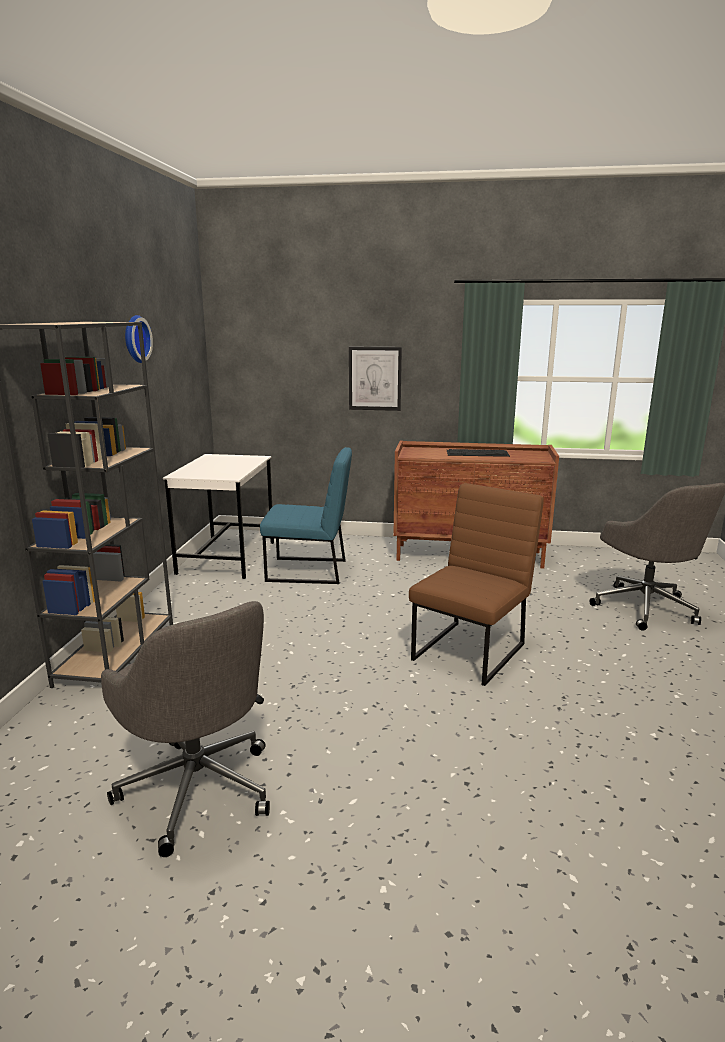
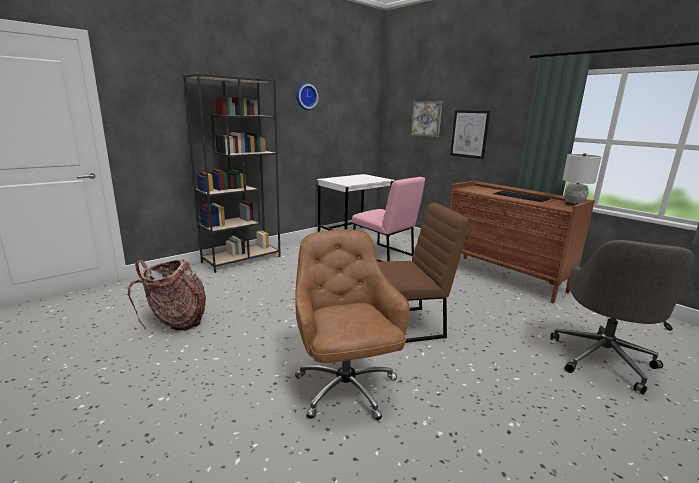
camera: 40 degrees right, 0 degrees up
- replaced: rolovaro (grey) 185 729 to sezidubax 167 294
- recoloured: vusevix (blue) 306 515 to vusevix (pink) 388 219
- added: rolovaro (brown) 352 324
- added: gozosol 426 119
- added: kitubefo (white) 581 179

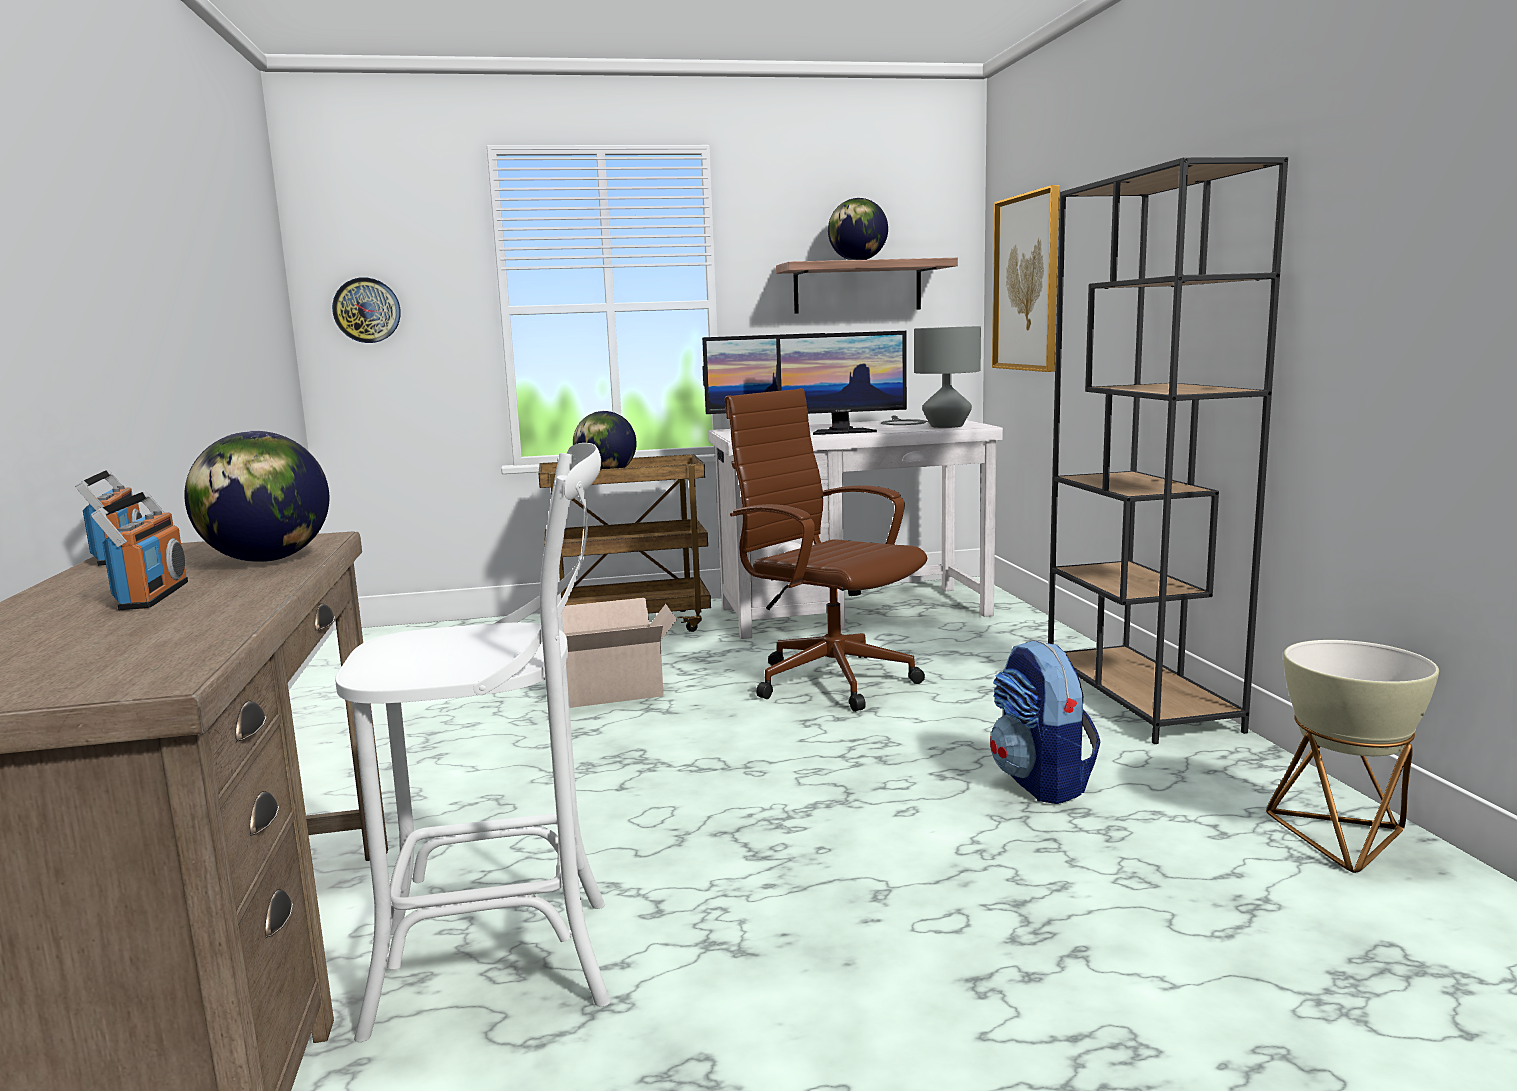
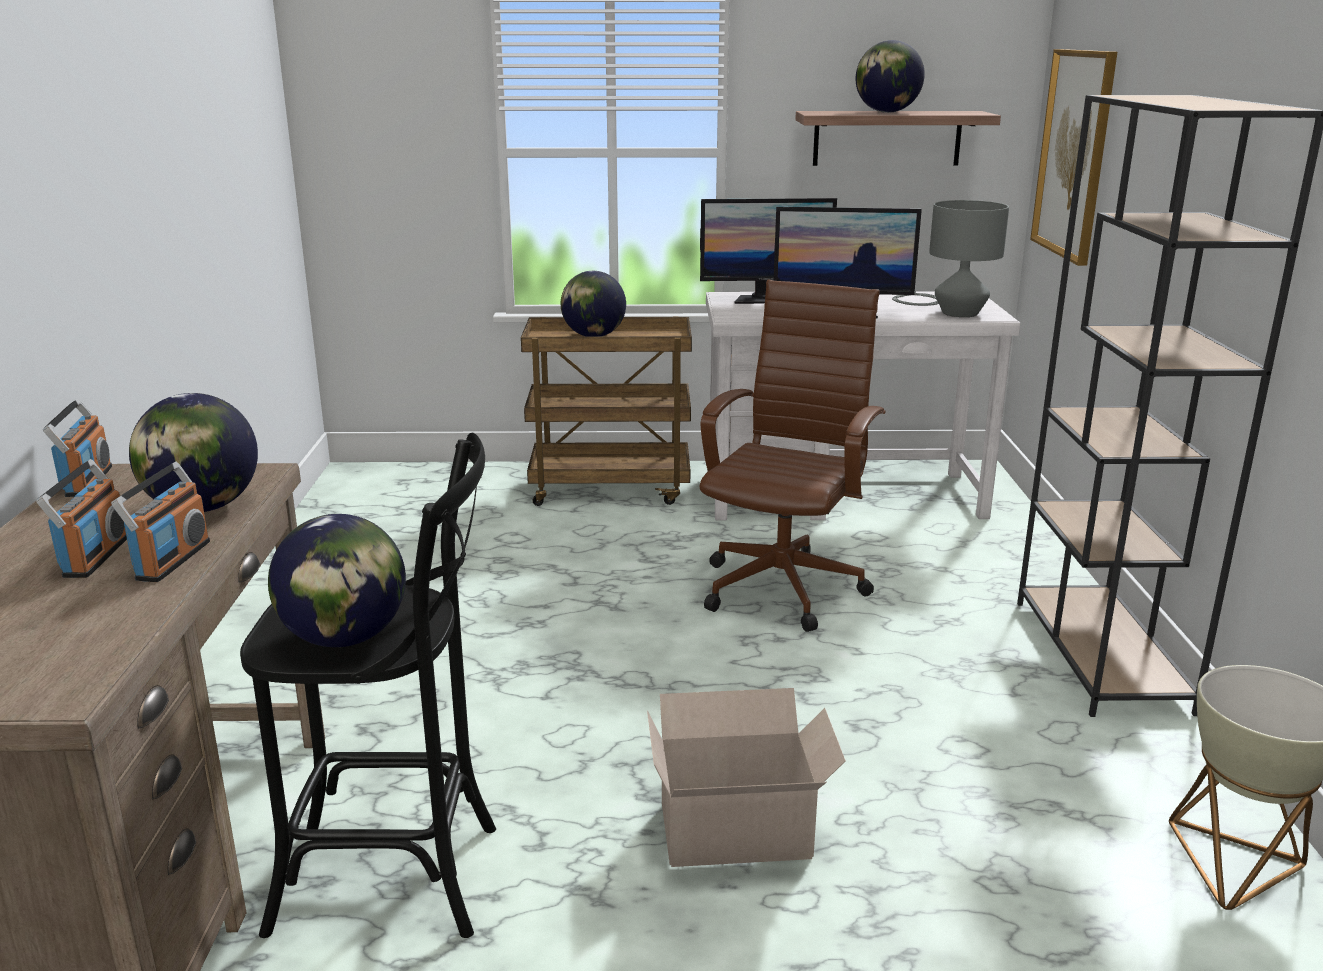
camera: 10 degrees right, 10 degrees up
- removed: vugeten 366 310
- recoloured: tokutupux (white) 473 742 to tokutupux (black) 368 685
- moved: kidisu 619 653 to 746 777
- turned: rolovaro (brown) 825 550 = 792 456 60 degrees clockwise
- removed: sezidubax 1045 722
- added: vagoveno 160 522
- added: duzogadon 337 580

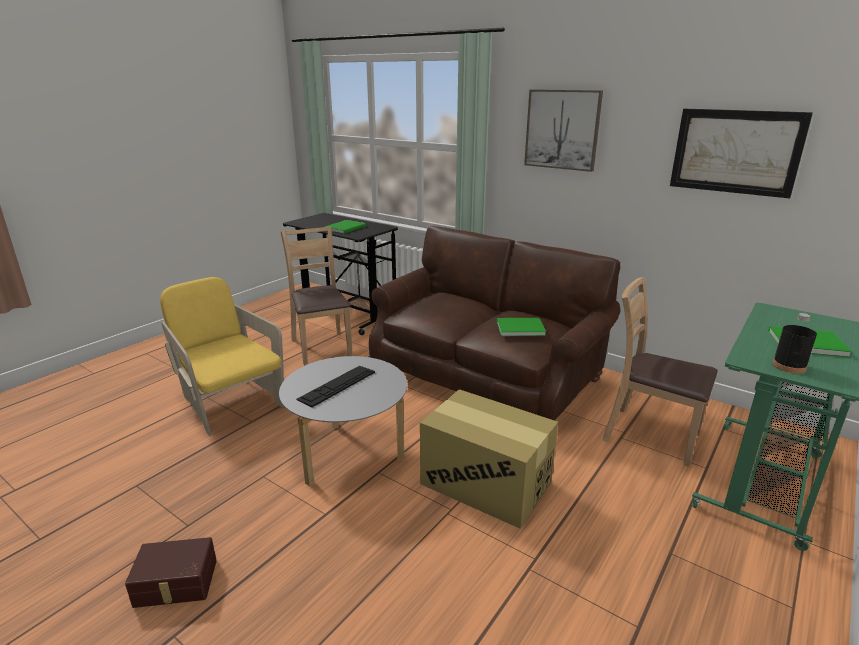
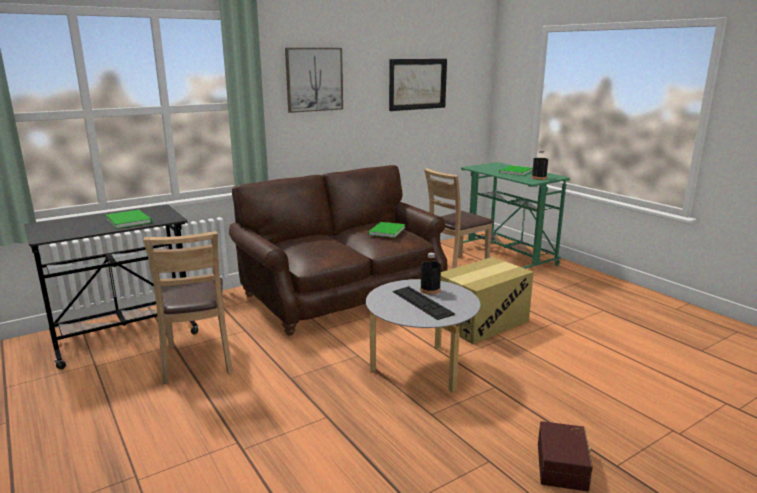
camera: 70 degrees left, 5 degrees down
- removed: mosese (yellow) 222 356
- turned: vusevix (brown) 317 296 = 188 307 105 degrees counterclockwise
- added: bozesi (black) 430 274

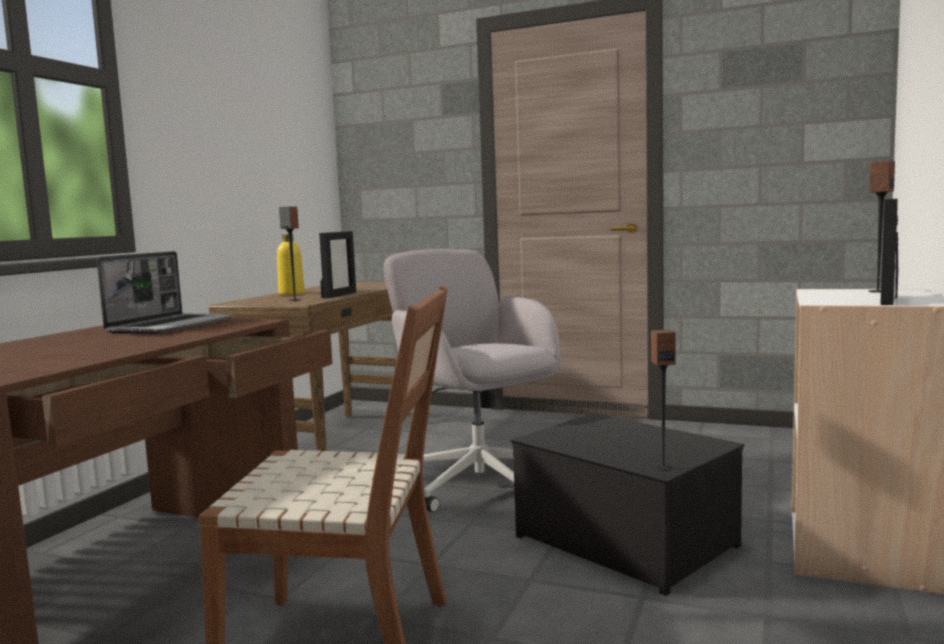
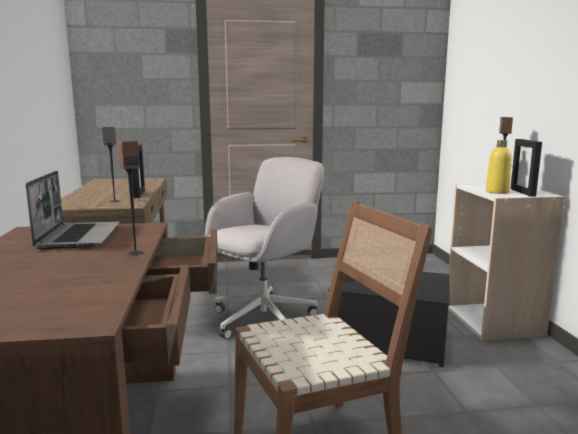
camera: 30 degrees left, 5 degrees up
- moved: bozesi (yellow) 291 264 to 499 167
- turned: rolovaro (grey) 472 380 = 264 248 105 degrees clockwise
- moved: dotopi 663 400 to 130 197

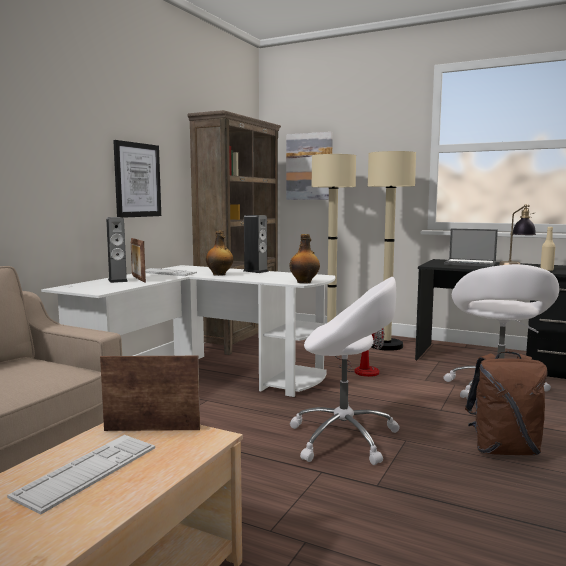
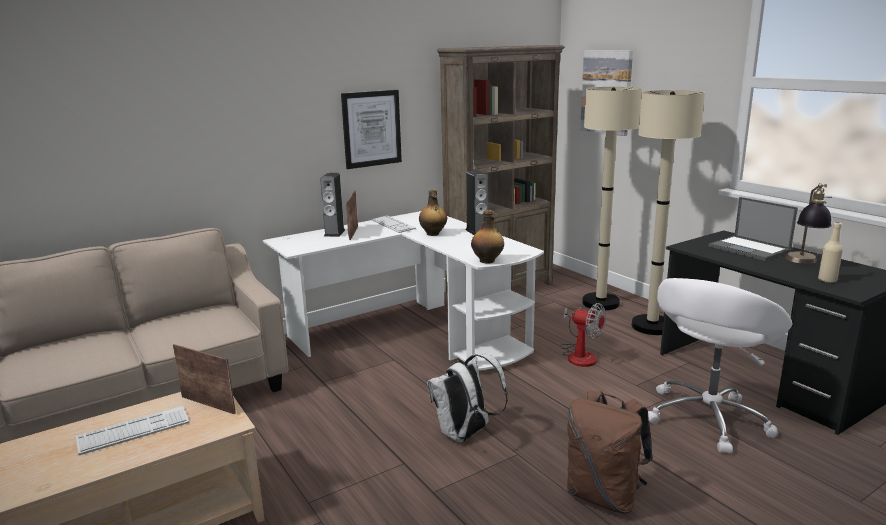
camera: 30 degrees right, 10 degrees up
- replaced: rolovaro (white) 345 371 to sezidubax (white) 467 397

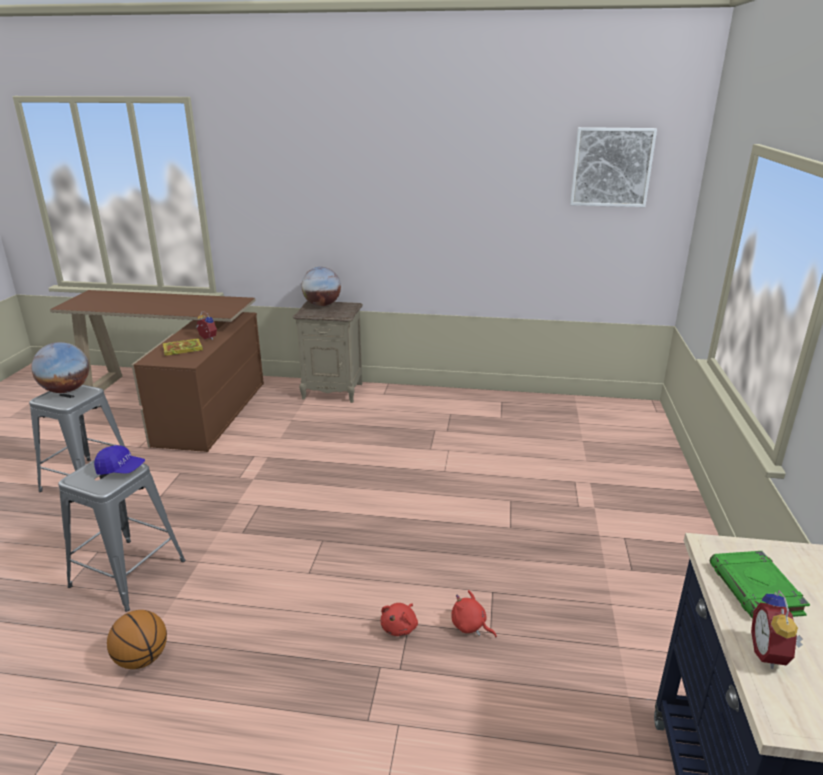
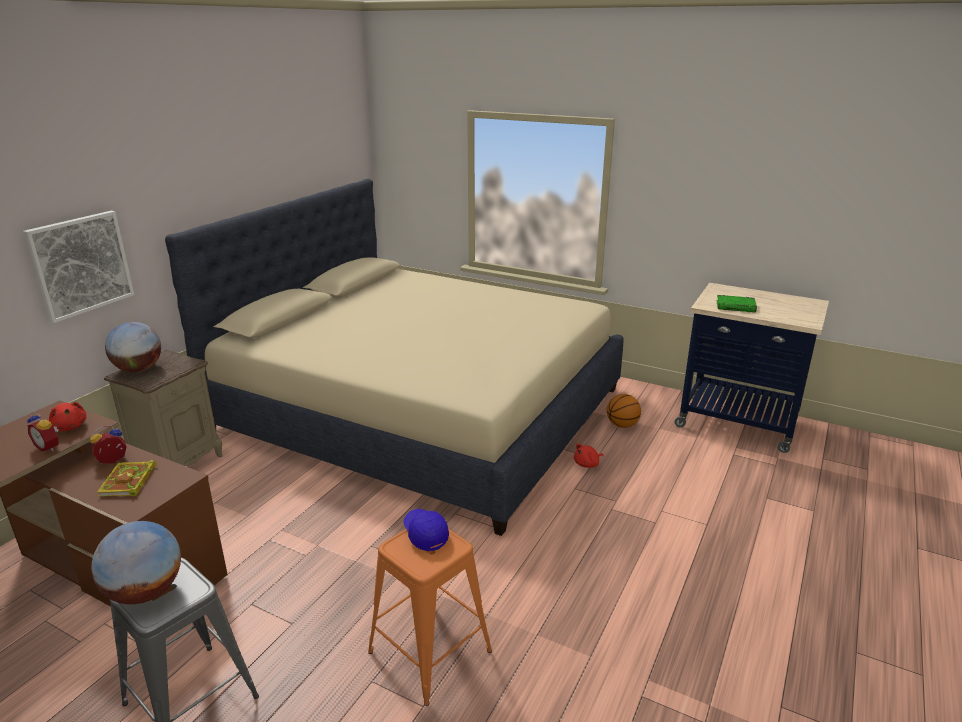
camera: 70 degrees left, 0 degrees up
- recoloured: tokutupux (grey) 121 535 to tokutupux (orange) 430 617
- turned: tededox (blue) 119 460 = 426 530 60 degrees counterclockwise
- moved: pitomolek 137 639 to 624 411
- moved: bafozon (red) 399 619 to 67 416
- moved: gozosol 613 167 to 79 267
- moved: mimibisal 777 629 to 43 432
- added: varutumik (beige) 394 357

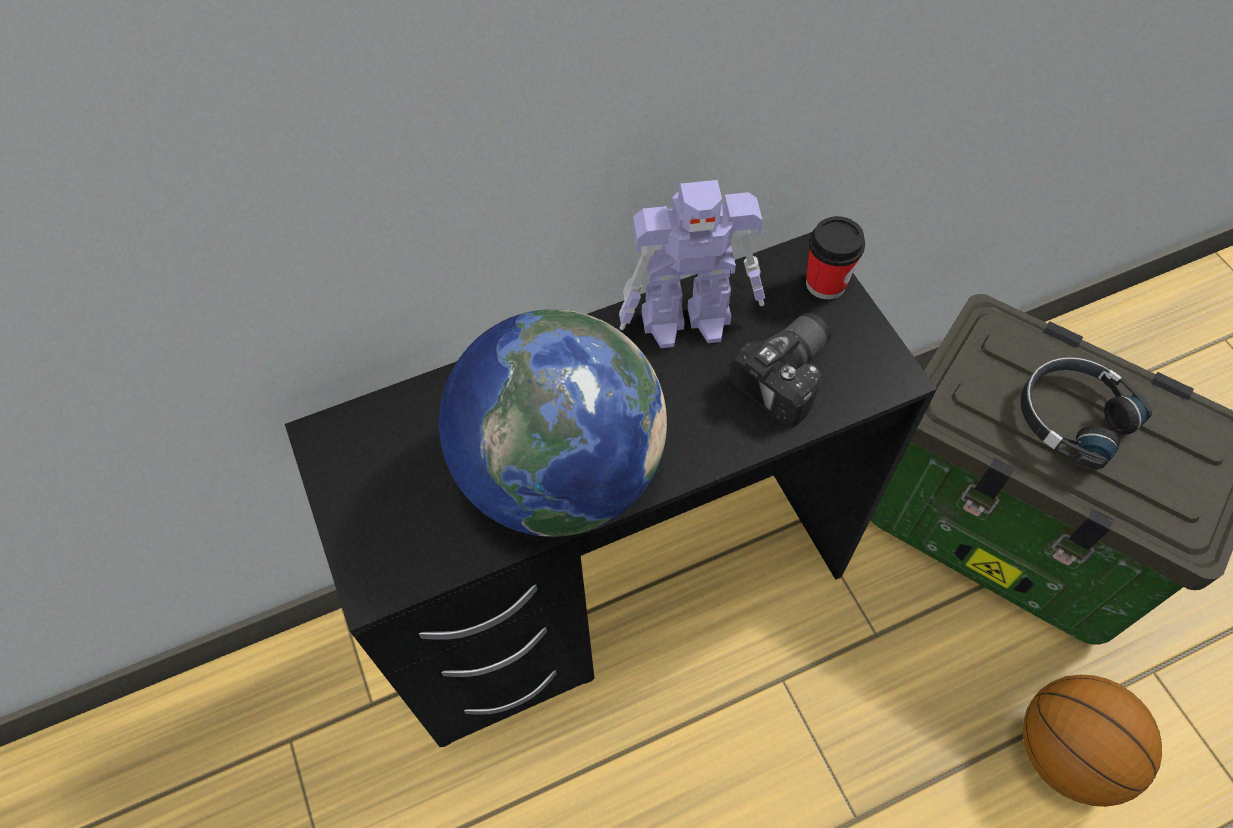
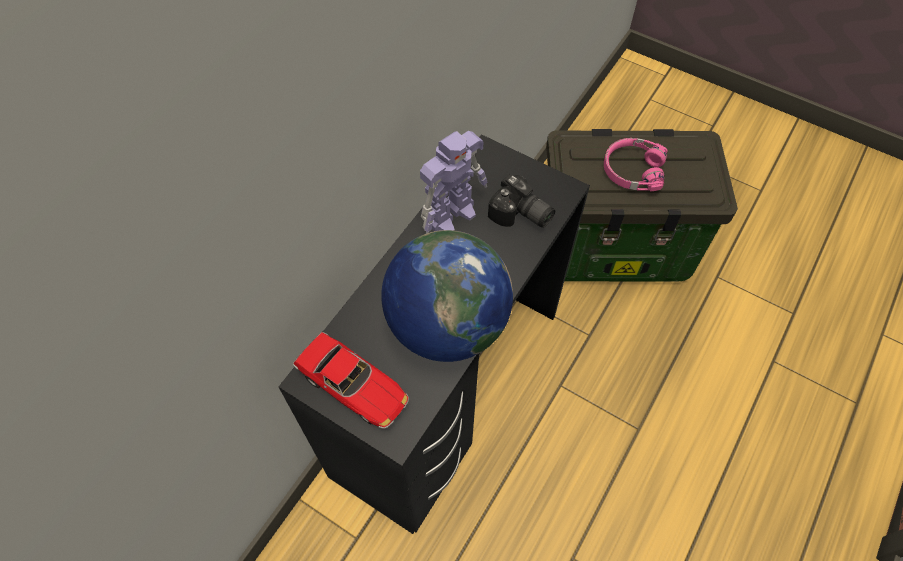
camera: 35 degrees left, 0 degrees up
- turned: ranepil 779 369 = 521 201 120 degrees clockwise
- removed: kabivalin 835 258
- recoloured: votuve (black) 1087 413 to votuve (pink) 636 164
- removed: pitomolek 1092 741
- added: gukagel 350 380

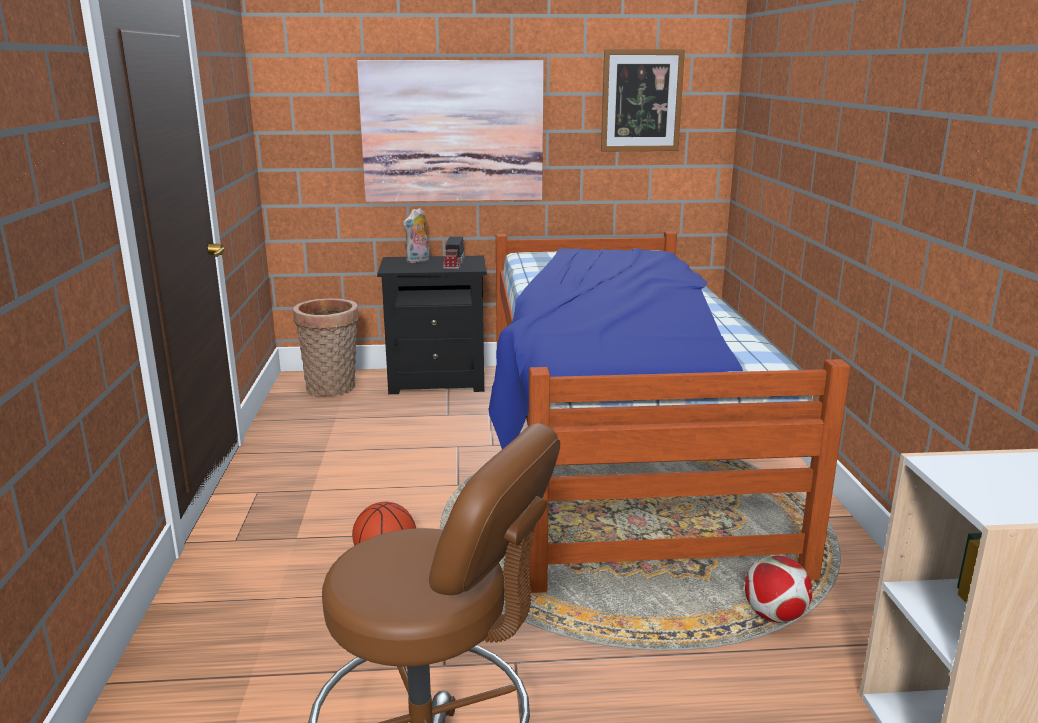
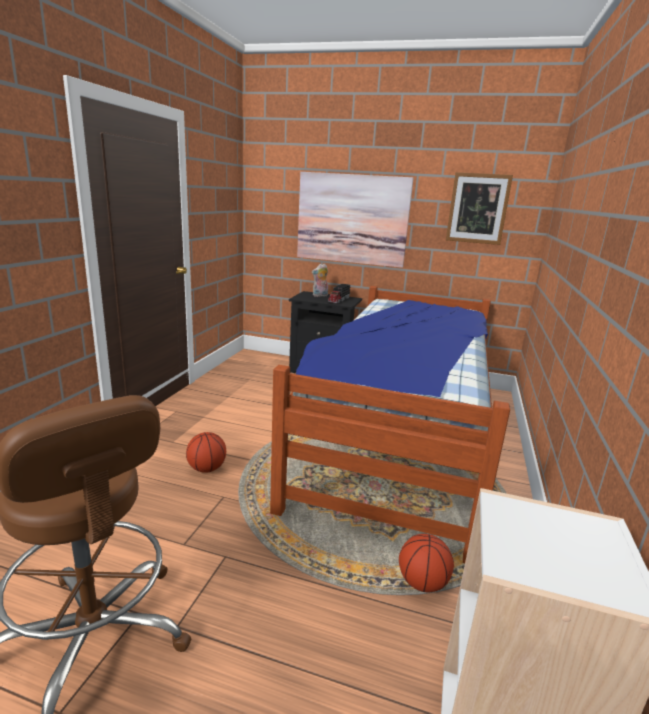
camera: 20 degrees right, 0 degrees up
- removed: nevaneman 326 347
- replaced: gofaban 778 589 to pitomolek 426 563

